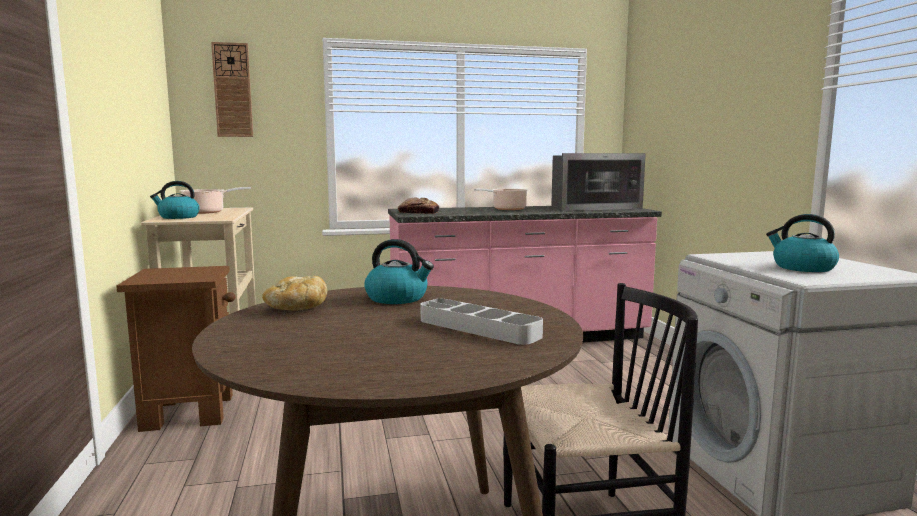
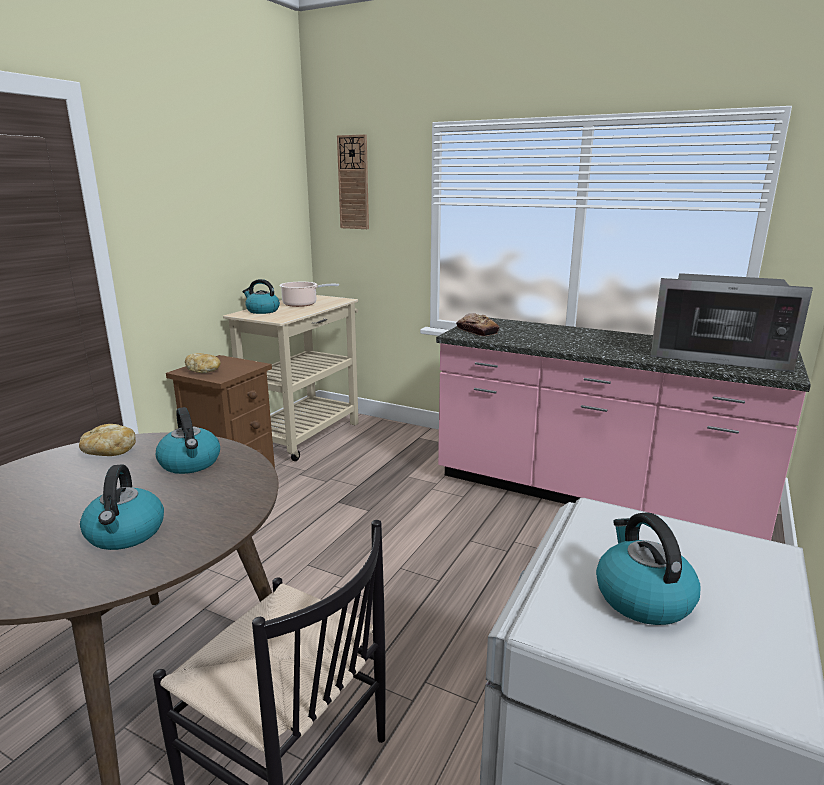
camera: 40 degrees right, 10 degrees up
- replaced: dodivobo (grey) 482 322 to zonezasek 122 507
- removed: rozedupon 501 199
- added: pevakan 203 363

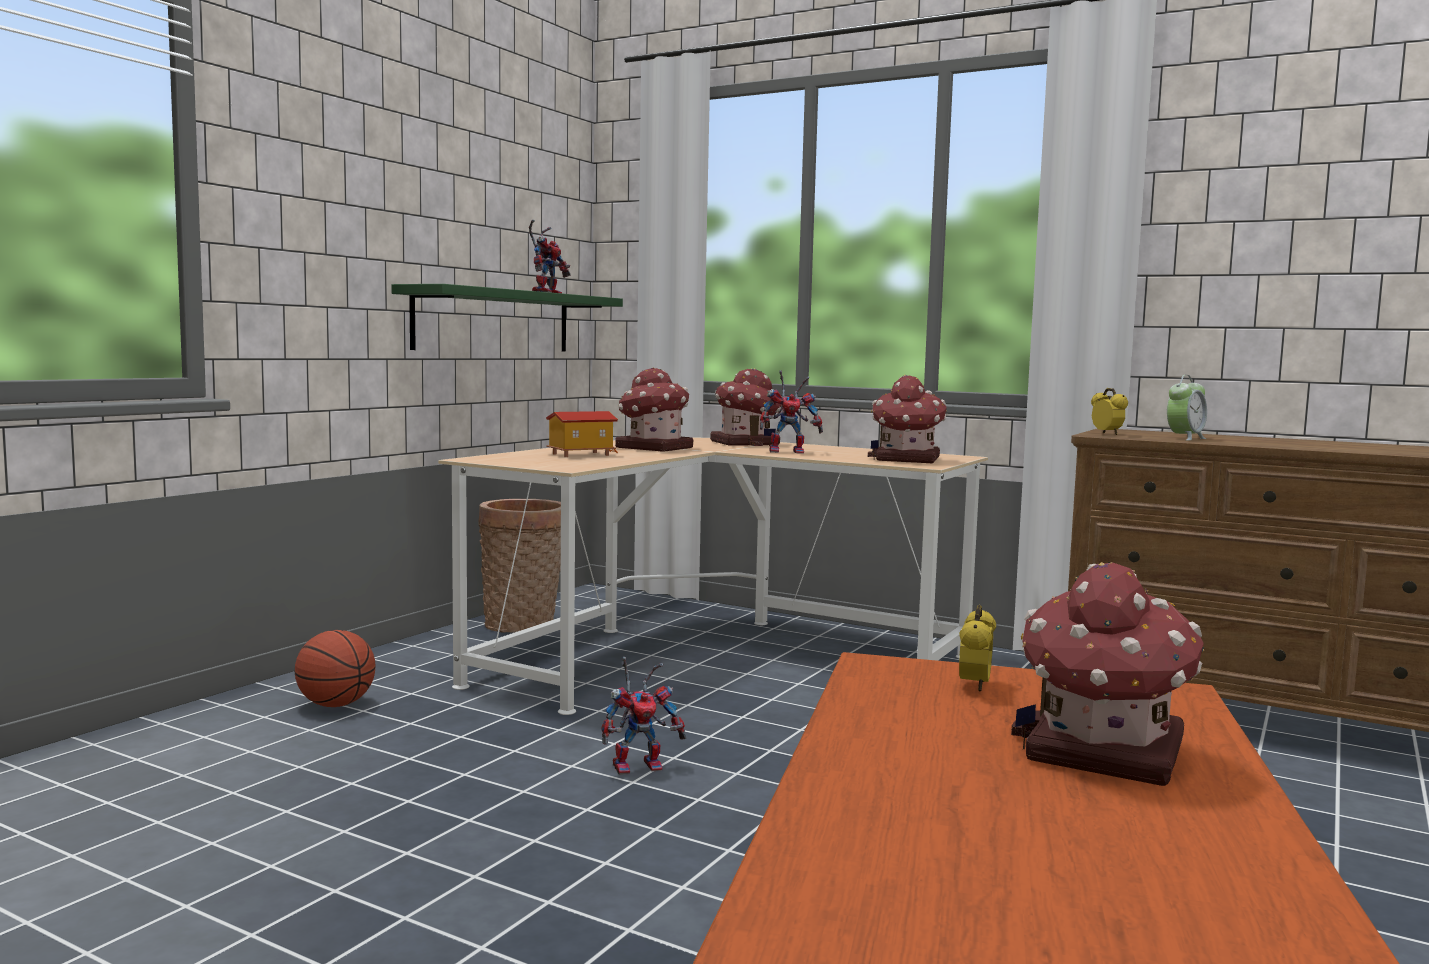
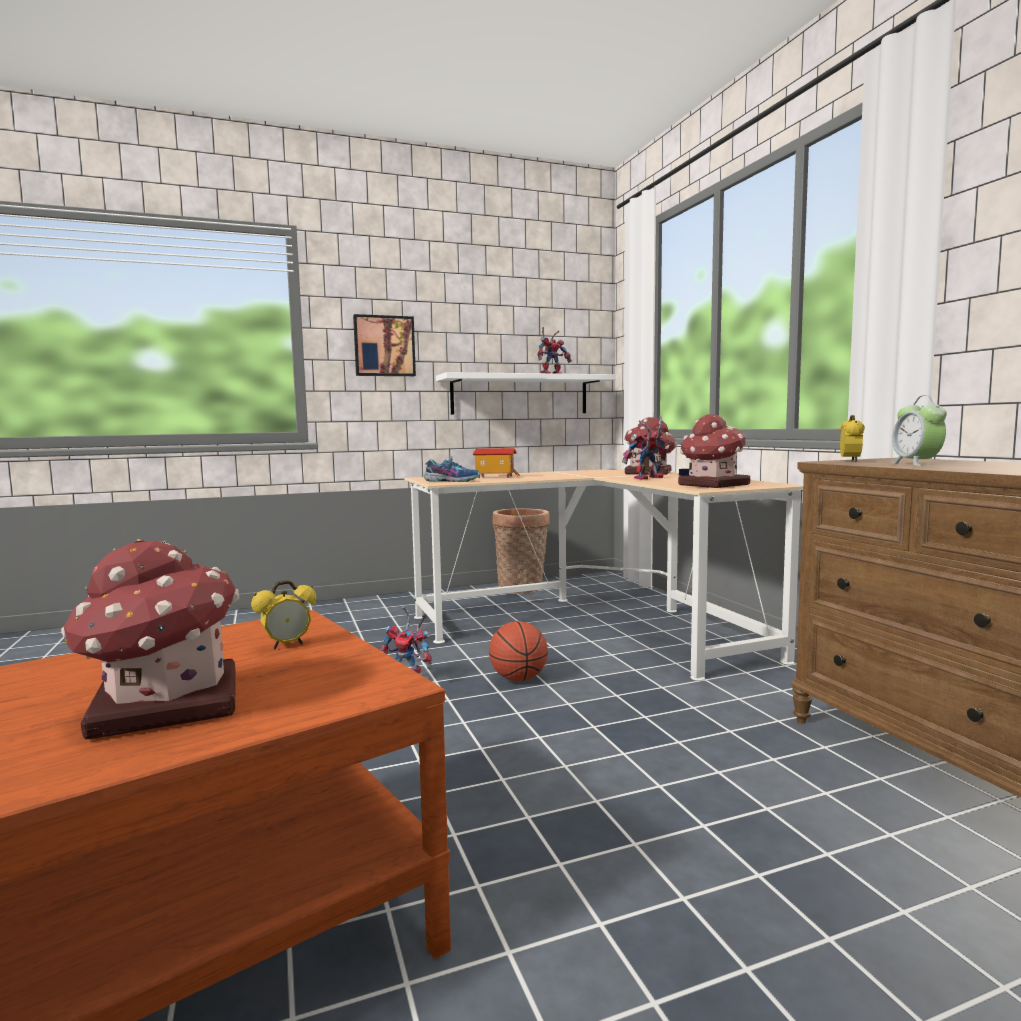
camera: 40 degrees right, 0 degrees up
- moved: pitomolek 335 668 to 518 651
- recoloured: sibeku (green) 507 317 to sibeku (white) 526 393
- removed: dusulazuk 654 409
- turned: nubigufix 791 412 = 644 448 120 degrees clockwise
- turned: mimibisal 1187 408 = 918 430 90 degrees clockwise
- added: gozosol 384 345
- added: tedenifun 452 469

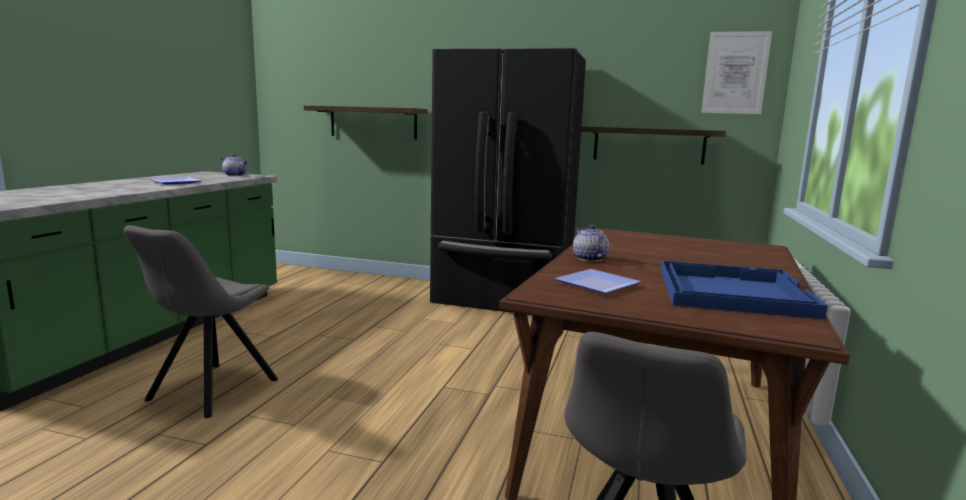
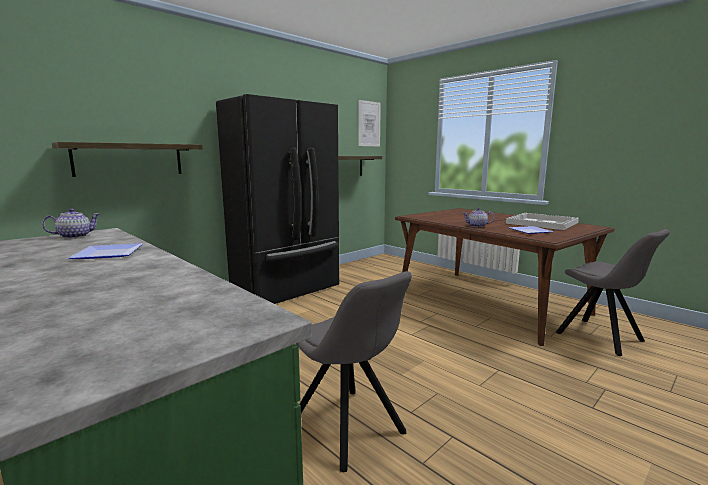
camera: 60 degrees left, 0 degrees up
- recoloured: dodivobo (blue) 744 290 to dodivobo (white) 542 221

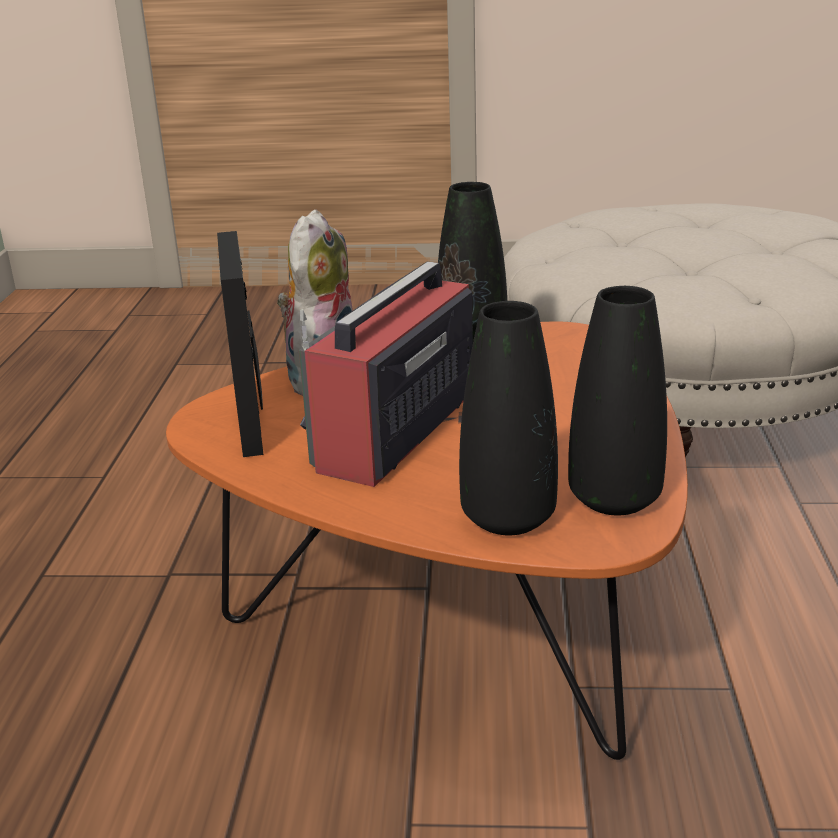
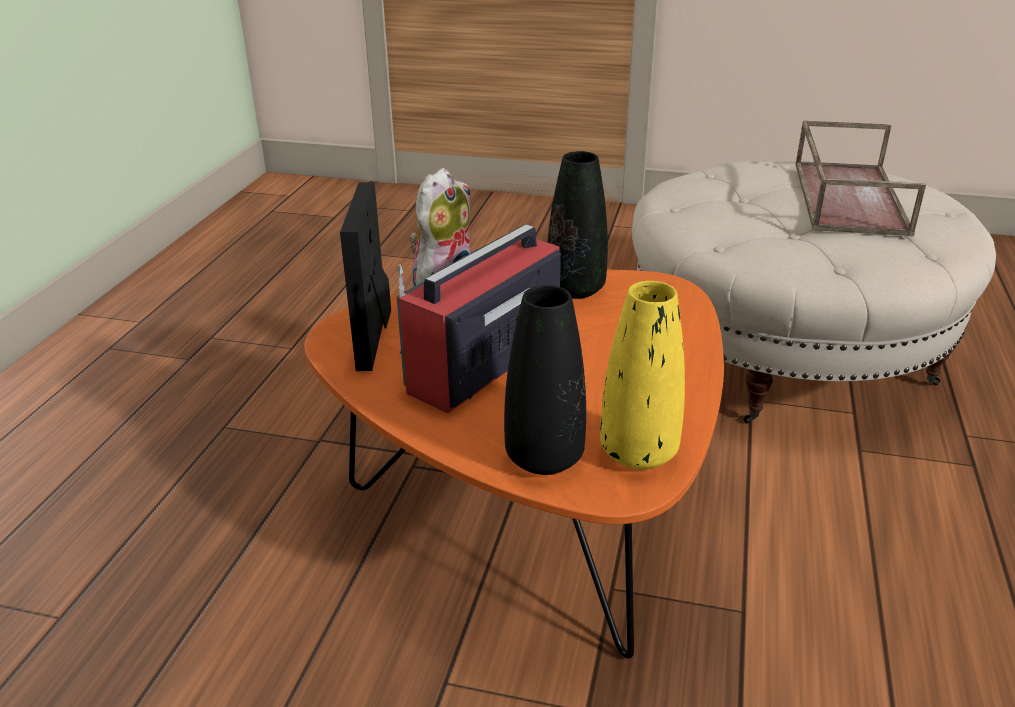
camera: 10 degrees right, 5 degrees up
- recoloured: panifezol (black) 617 400 to panifezol (yellow) 642 375
- added: dodivobo (brown) 860 178

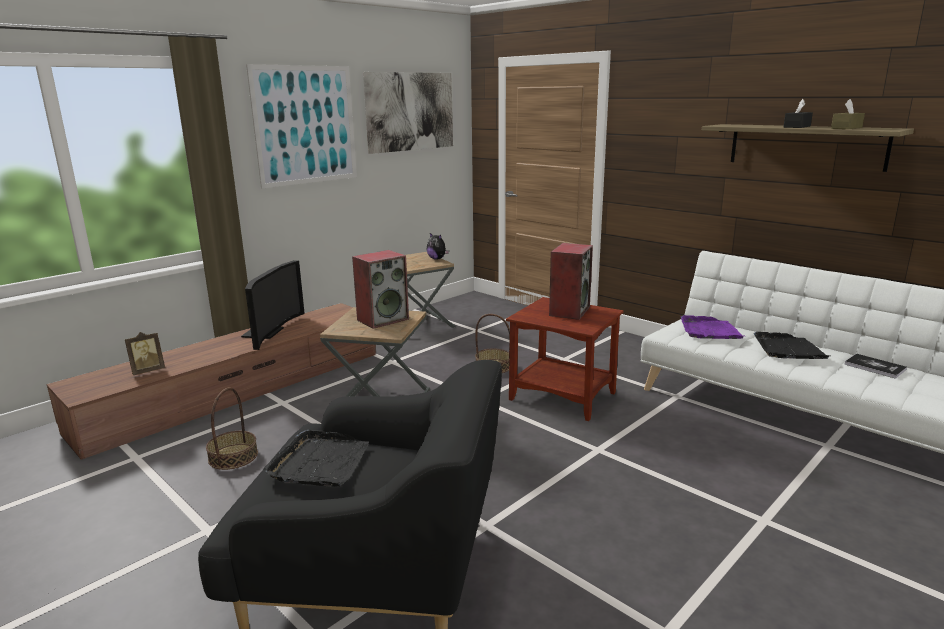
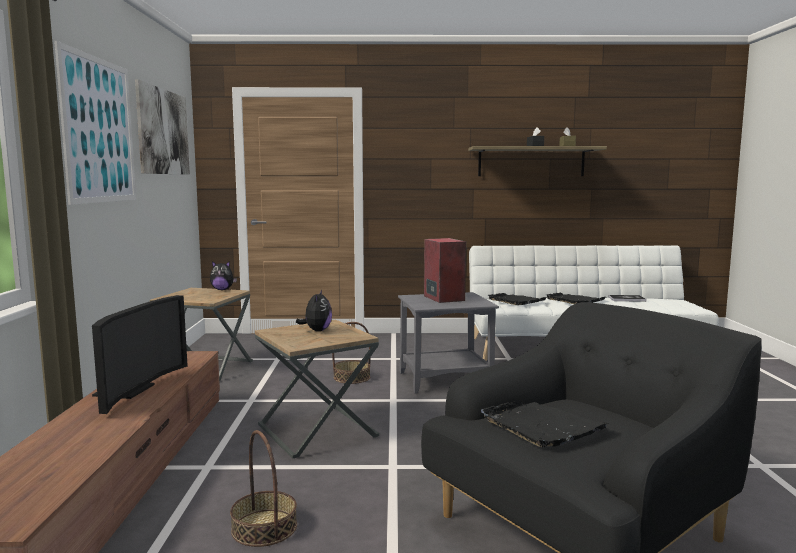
camera: 45 degrees left, 10 degrees down
- removed: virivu 145 353
- turned: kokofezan 273 305 = 140 354 45 degrees clockwise
- replaced: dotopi 380 289 to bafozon 314 310
- recoloured: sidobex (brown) 565 359 to sidobex (grey) 448 343
- recoloured: dodivobo (purple) 712 327 to dodivobo (black) 518 299

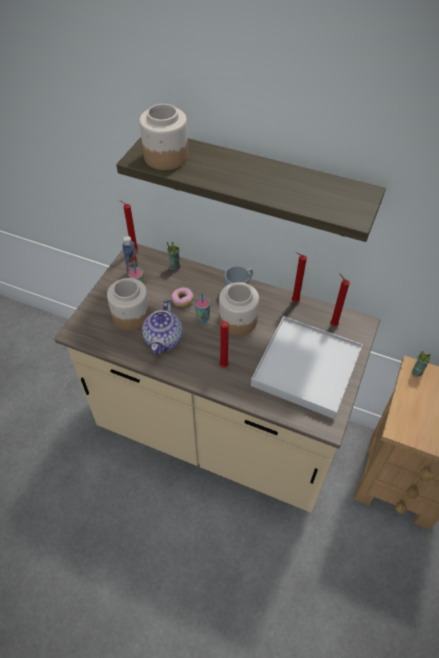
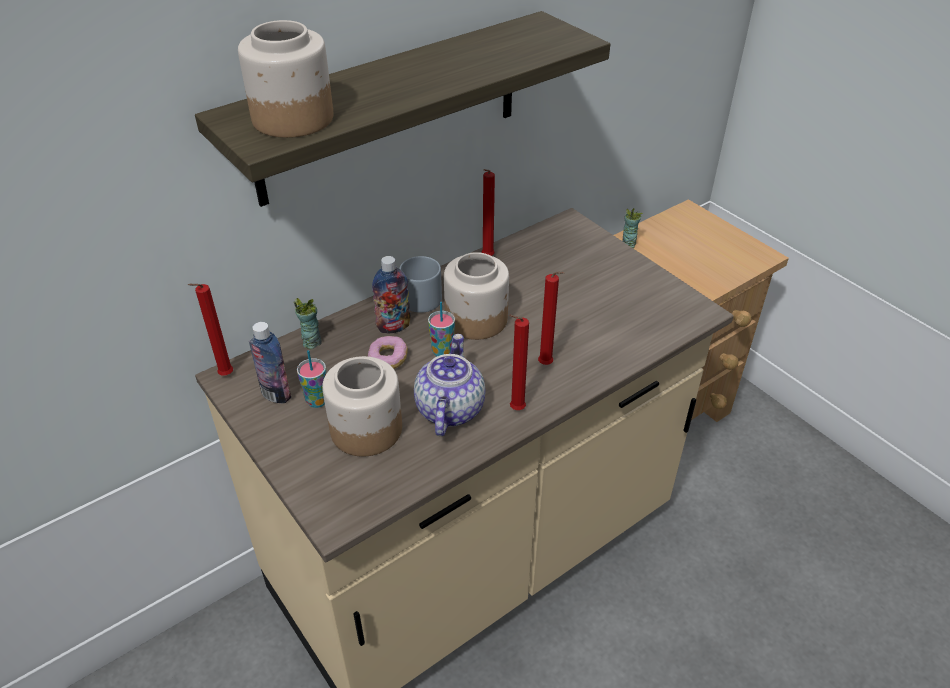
camera: 60 degrees left, 10 degrees down
- turned: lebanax 162 326 = 449 385 120 degrees counterclockwise
- removed: dodivobo (white) 307 367
- moved: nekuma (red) 340 299 to 519 362
- added: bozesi 391 294

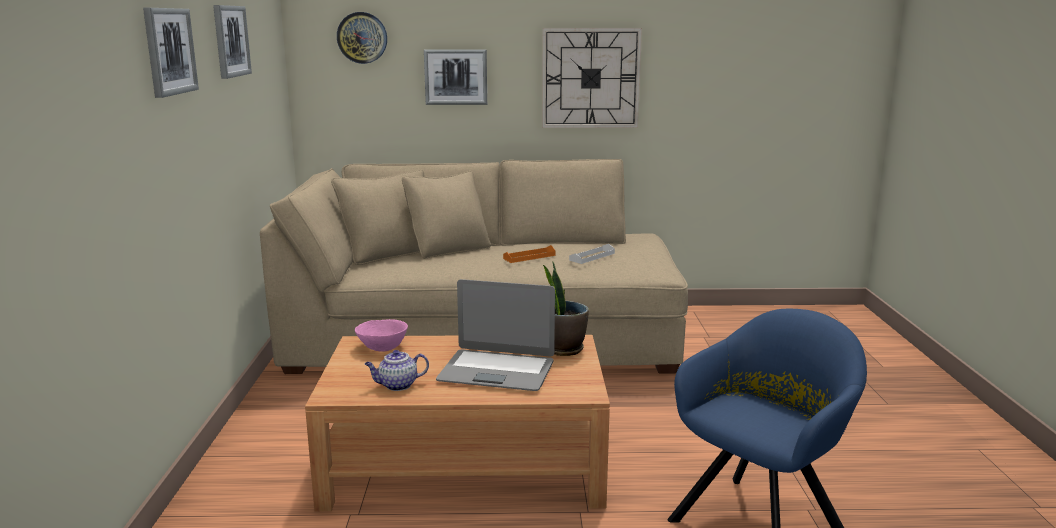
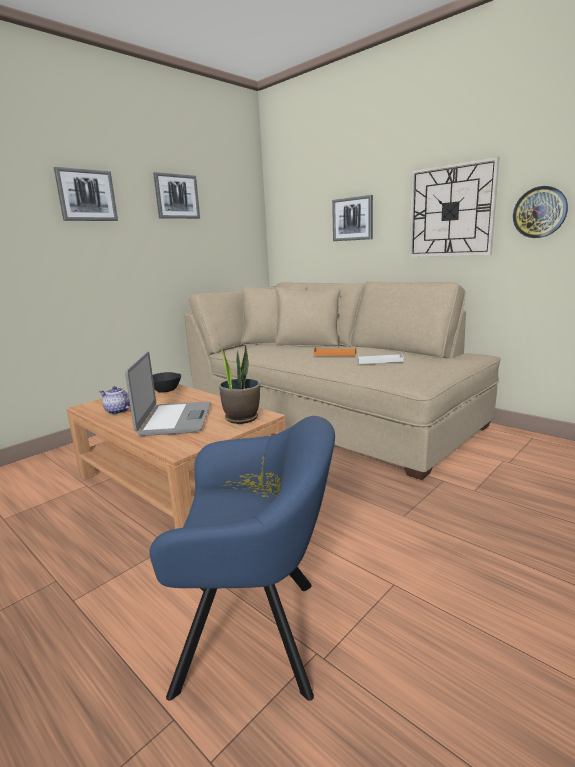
camera: 45 degrees right, 0 degrees up
- moved: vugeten 362 38 to 540 212
- recoloured: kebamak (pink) 381 335 to kebamak (black) 167 382
- turned: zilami 495 335 = 168 394 150 degrees counterclockwise

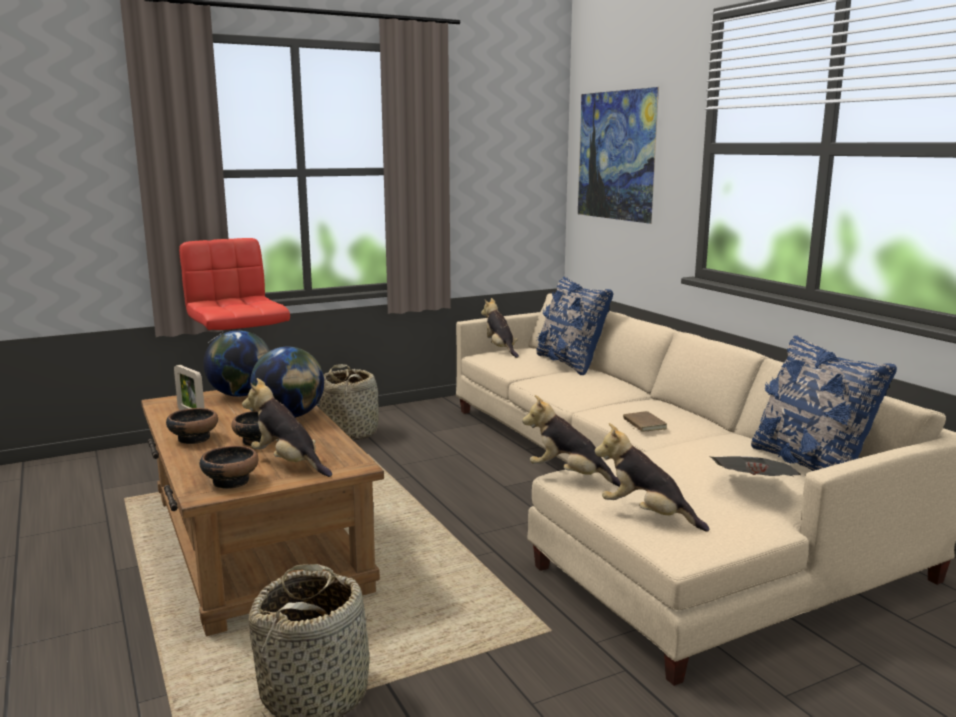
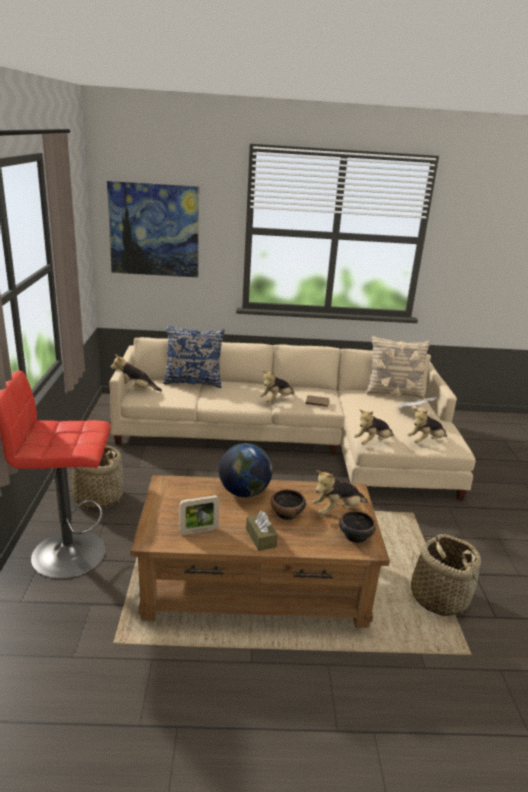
camera: 65 degrees left, 10 degrees up
- replaced: kebamak 192 426 to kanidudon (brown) 262 531
- removed: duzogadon 236 363
- recoloured: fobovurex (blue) 824 403 to fobovurex (beige) 398 367
- added: bafozon 277 386

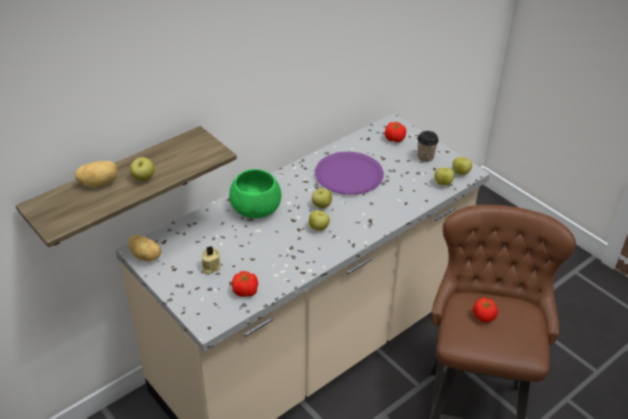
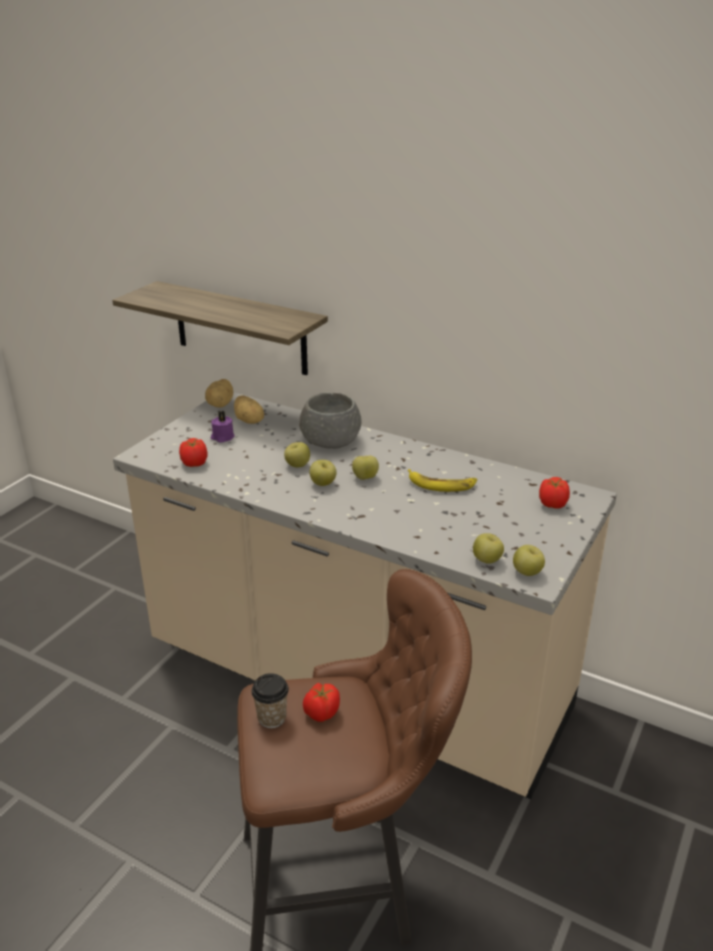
camera: 70 degrees right, 10 degrees down
- moved: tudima 96 174 to 249 409
- moved: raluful 142 169 to 297 455
- recoloured: nekuma (beige) 211 260 to nekuma (purple) 223 427
- recoloured: kebamak (green) 255 193 to kebamak (grey) 330 420
- replaced: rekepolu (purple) 349 173 to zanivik 442 480
- moved: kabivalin 428 146 to 270 700

